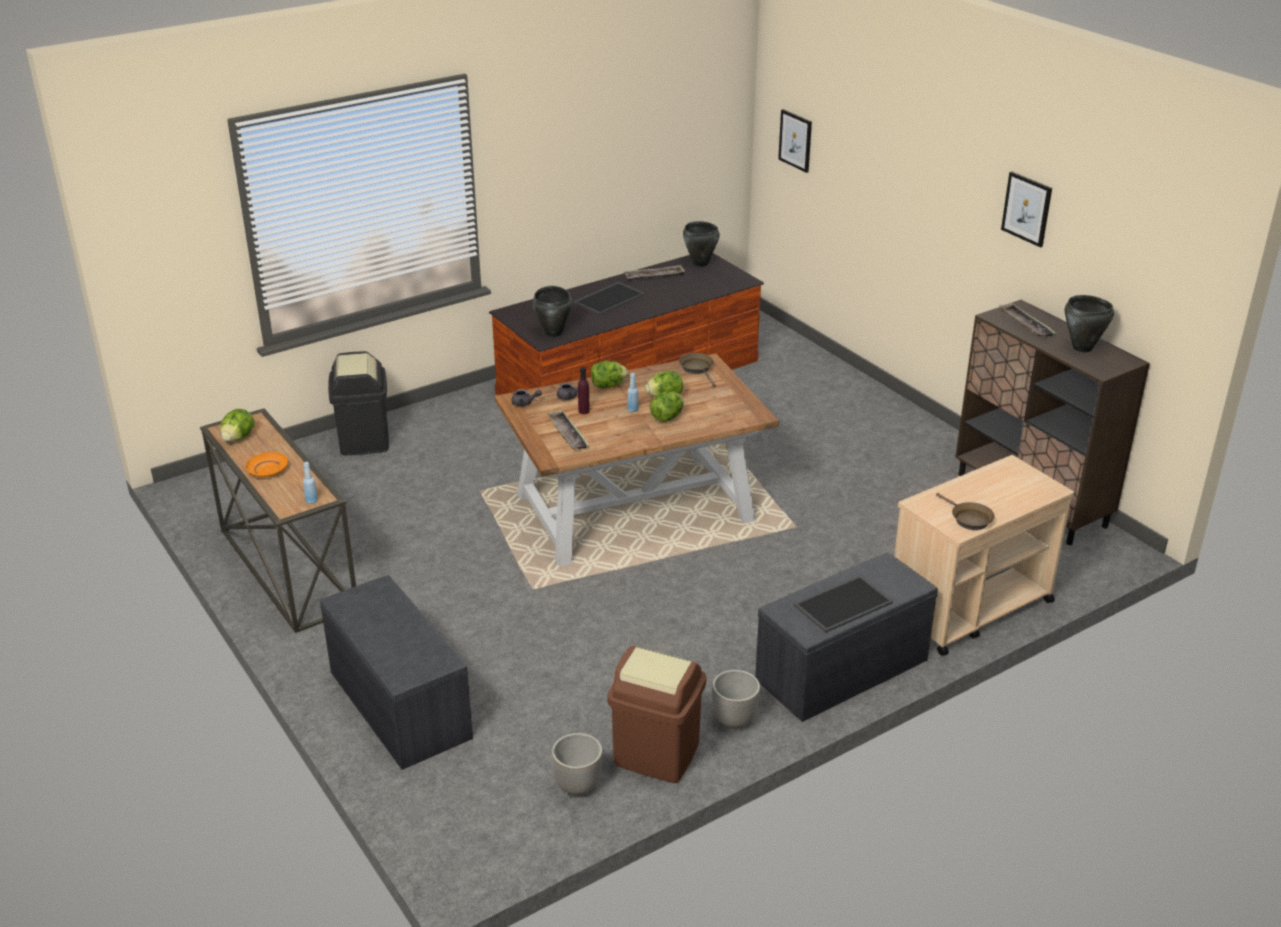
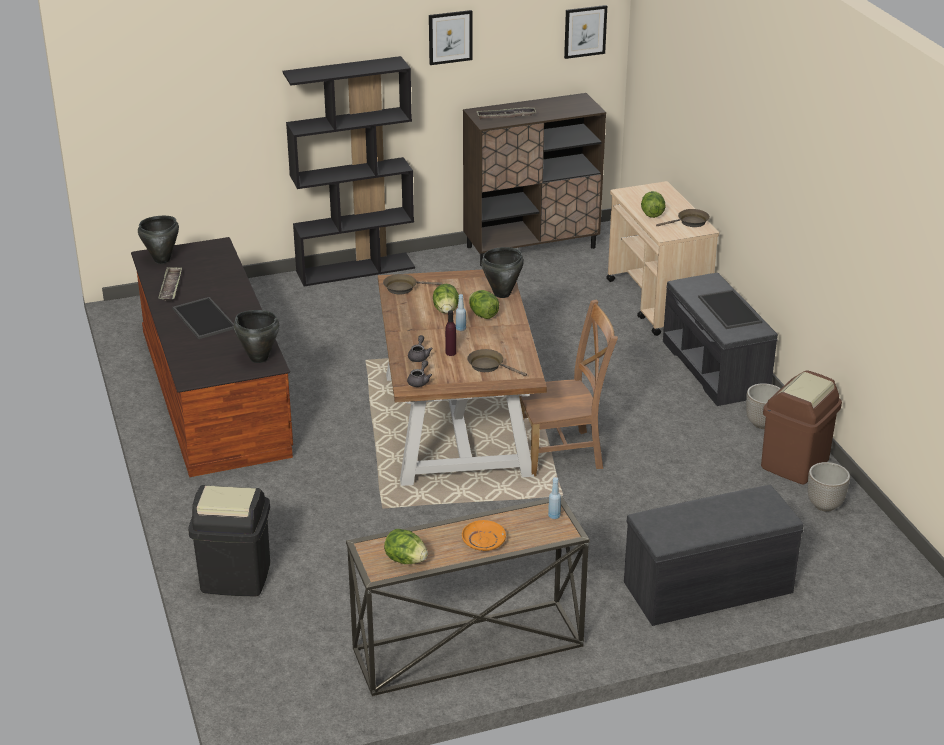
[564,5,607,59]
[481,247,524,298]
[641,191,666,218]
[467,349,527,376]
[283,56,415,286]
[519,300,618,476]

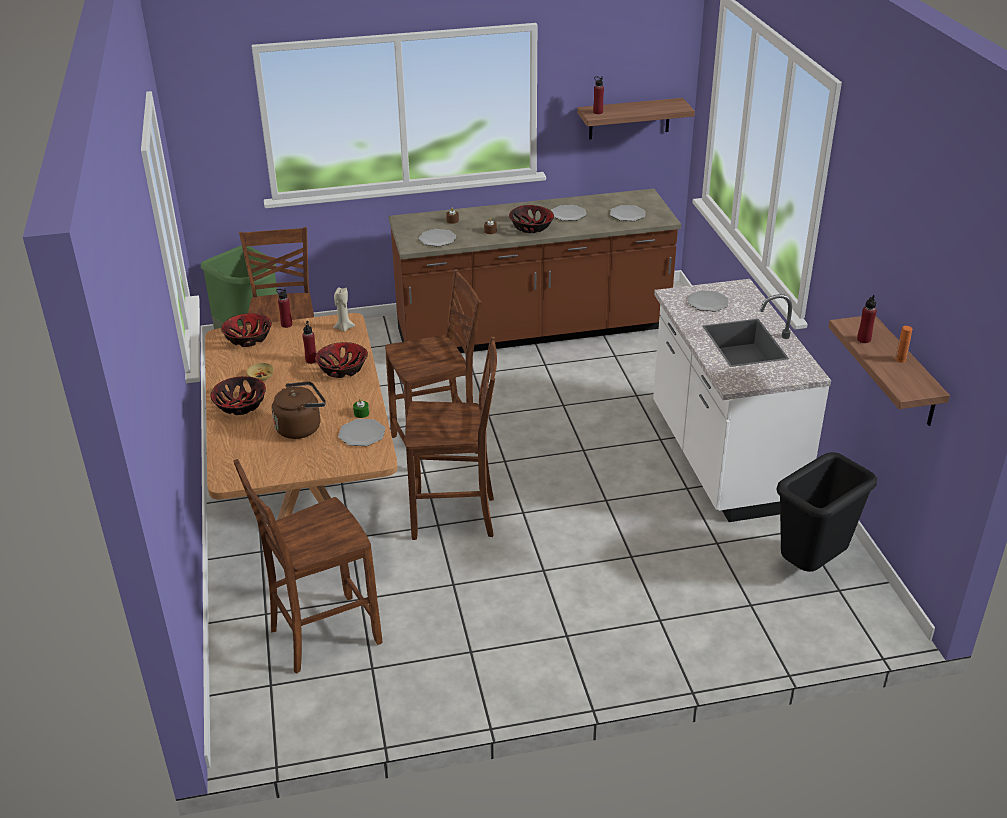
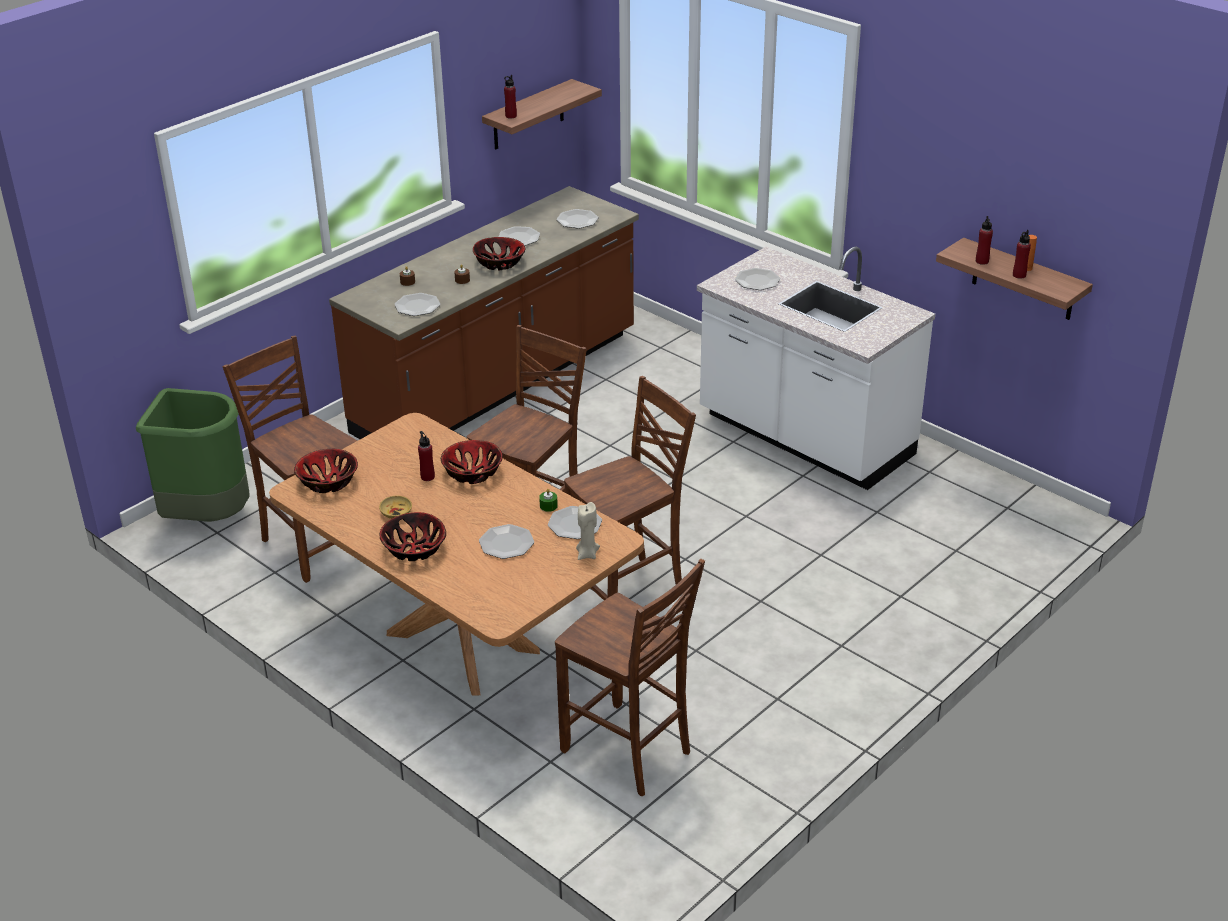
[1013,230,1031,279]
[576,502,600,560]
[479,524,534,559]
[776,452,877,572] (first image)
[555,559,705,796]

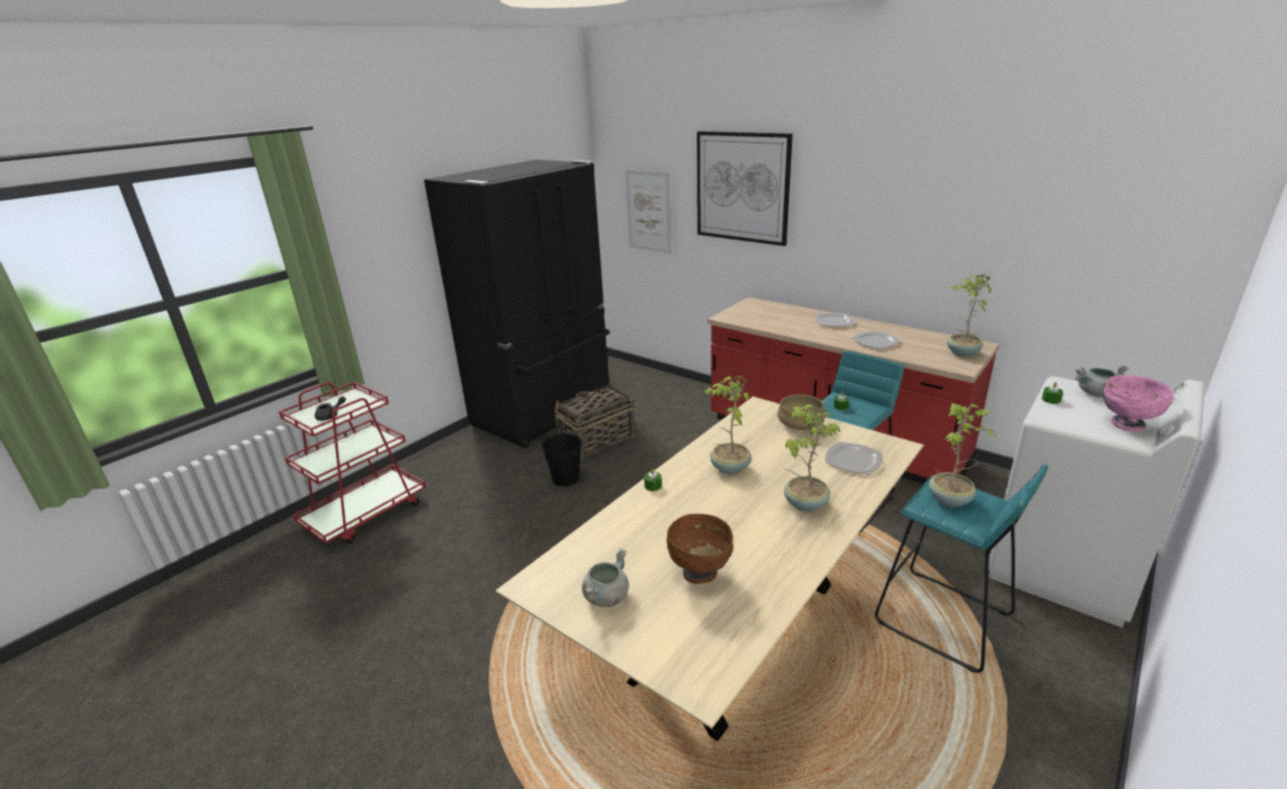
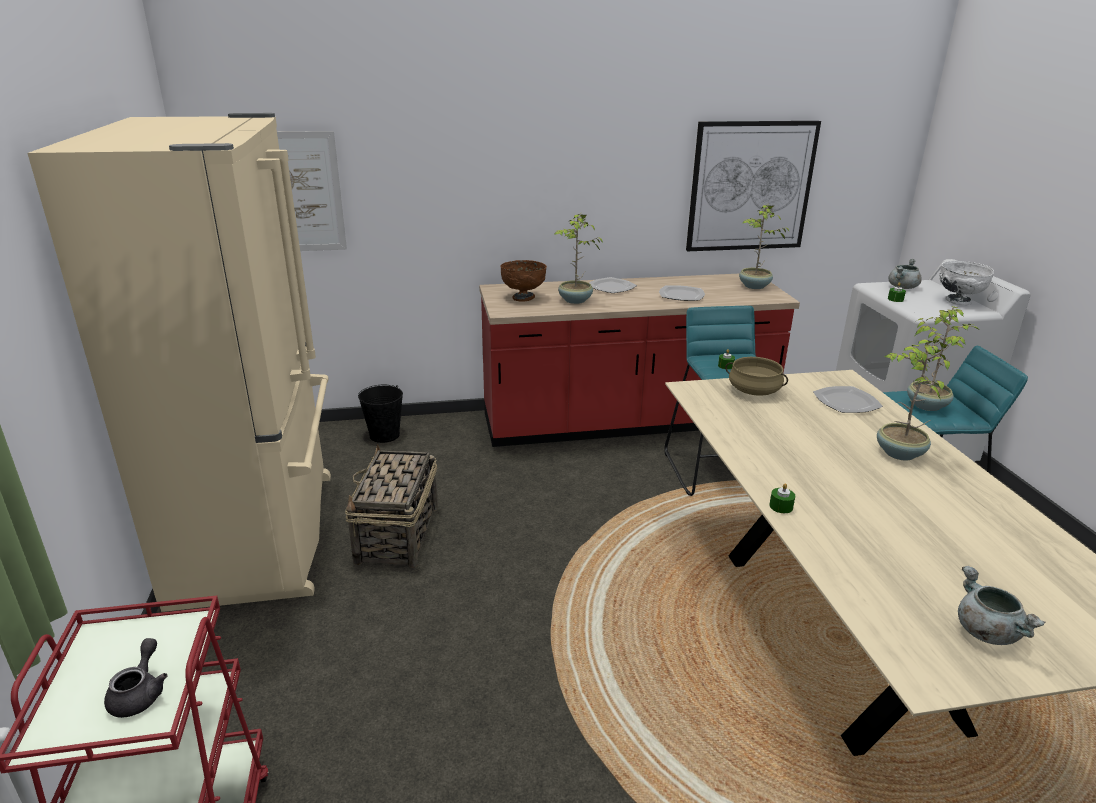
[686,121,821,251]
[27,113,331,612]
[939,261,994,306]
[554,213,603,304]
[358,384,403,443]
[501,260,547,302]

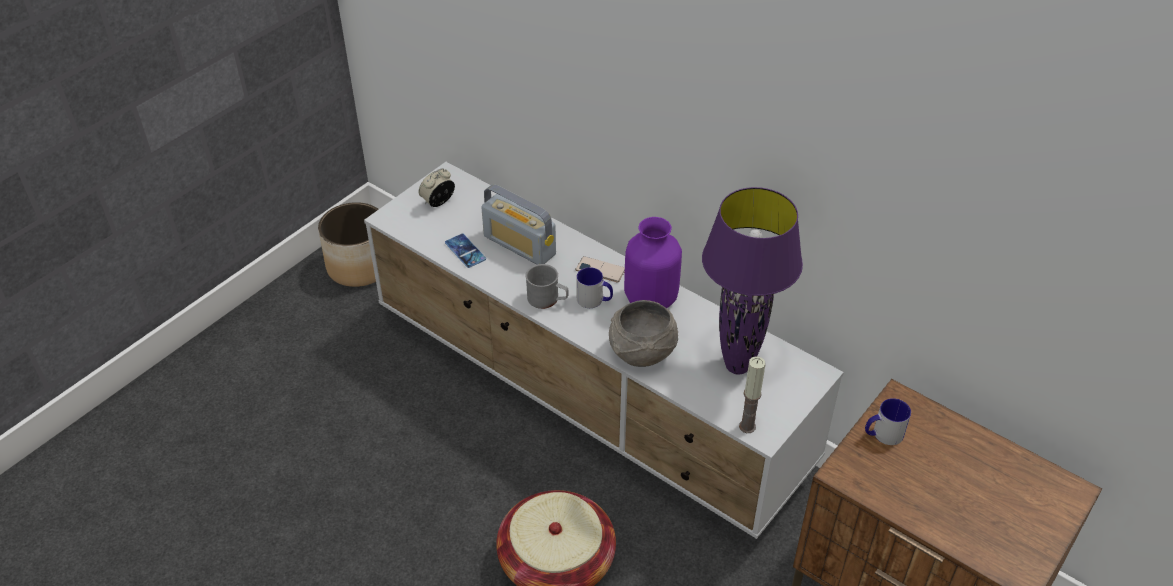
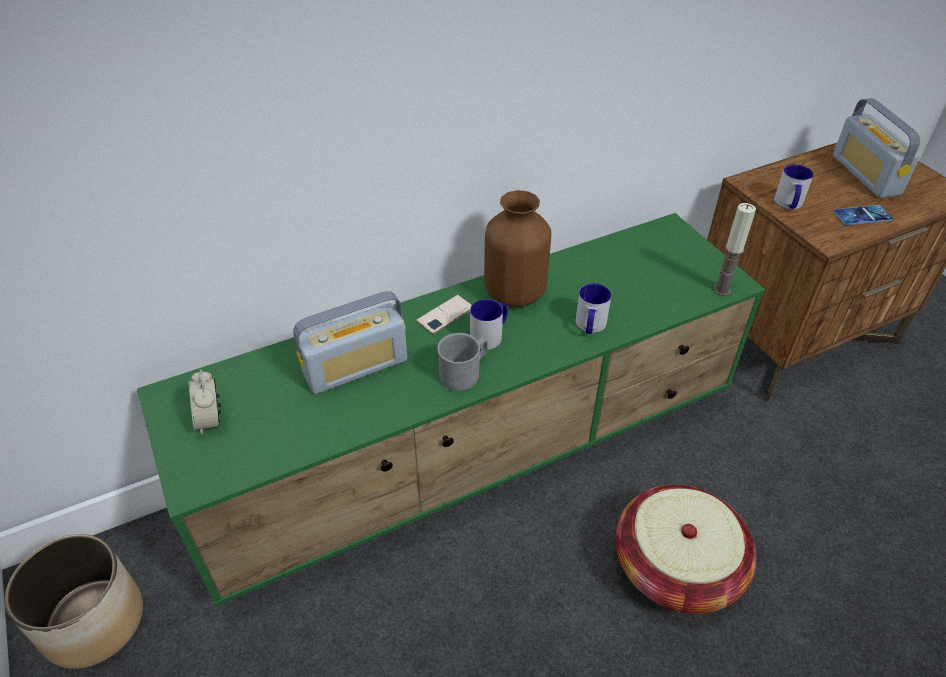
[137,213,765,607]
[702,187,803,374] (first image)
[484,190,551,307]
[833,205,893,225]
[576,283,611,334]
[833,98,920,198]

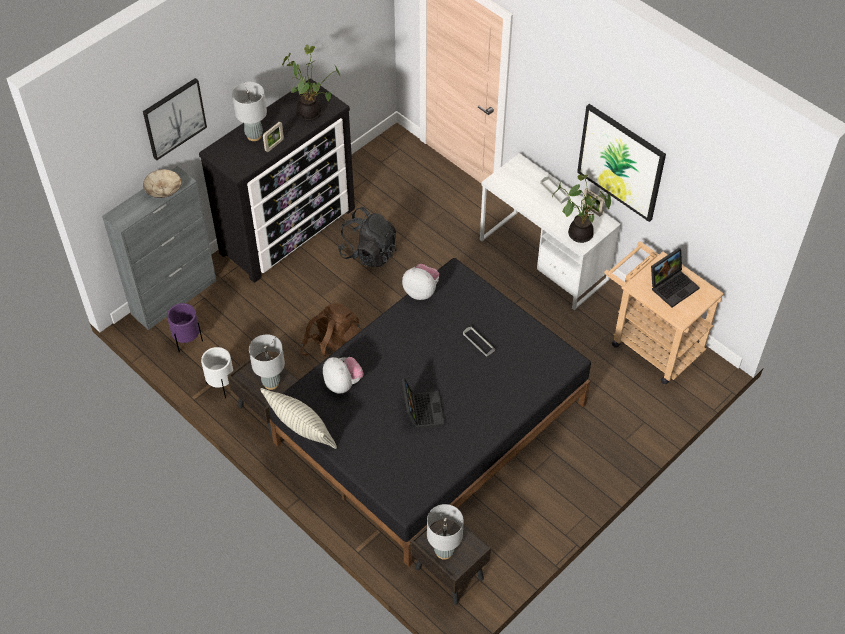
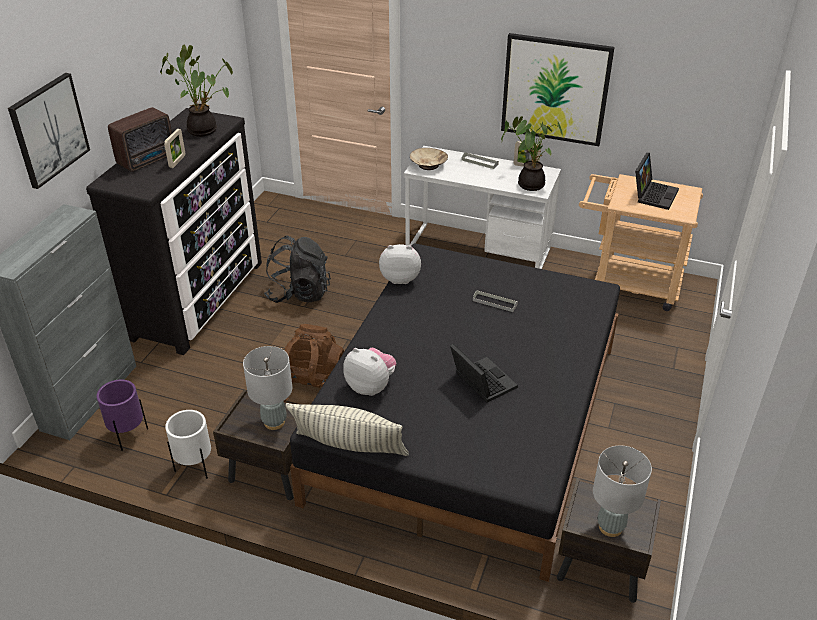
[108,107,172,172]
[410,148,448,170]

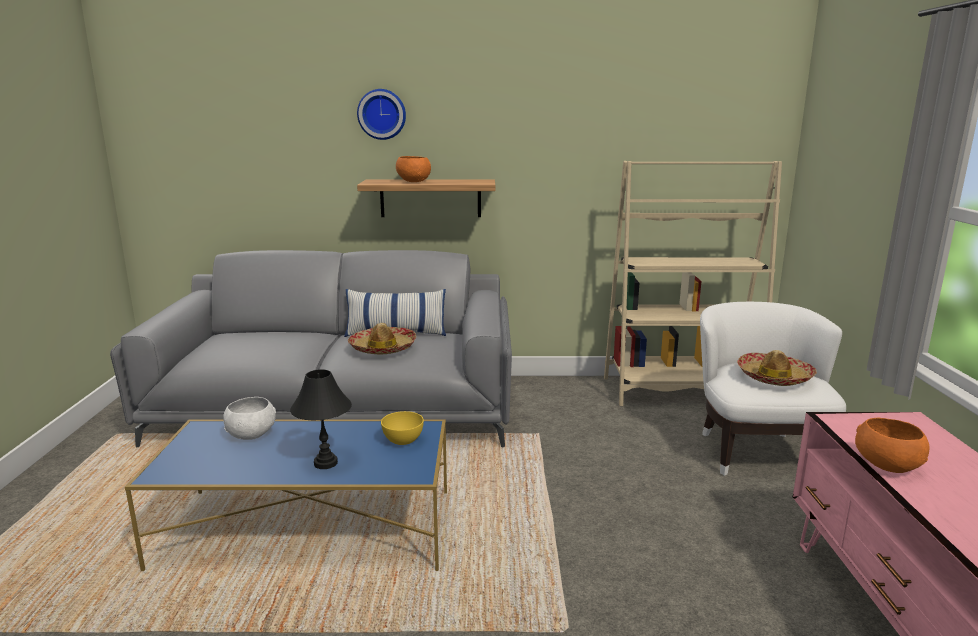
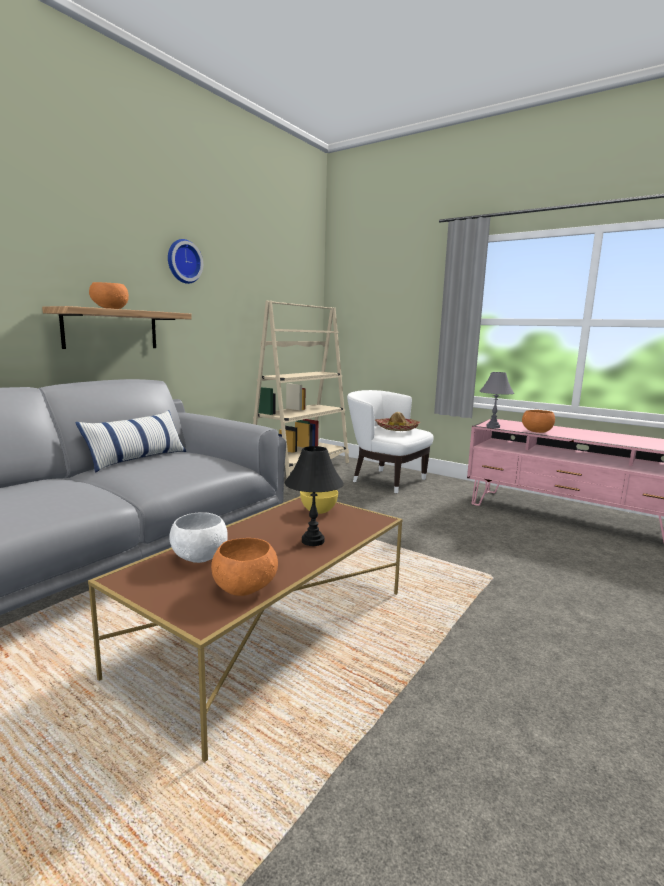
[168,239,203,284]
[348,323,416,354] (first image)
[88,496,403,762]
[479,372,514,428]
[211,538,278,596]

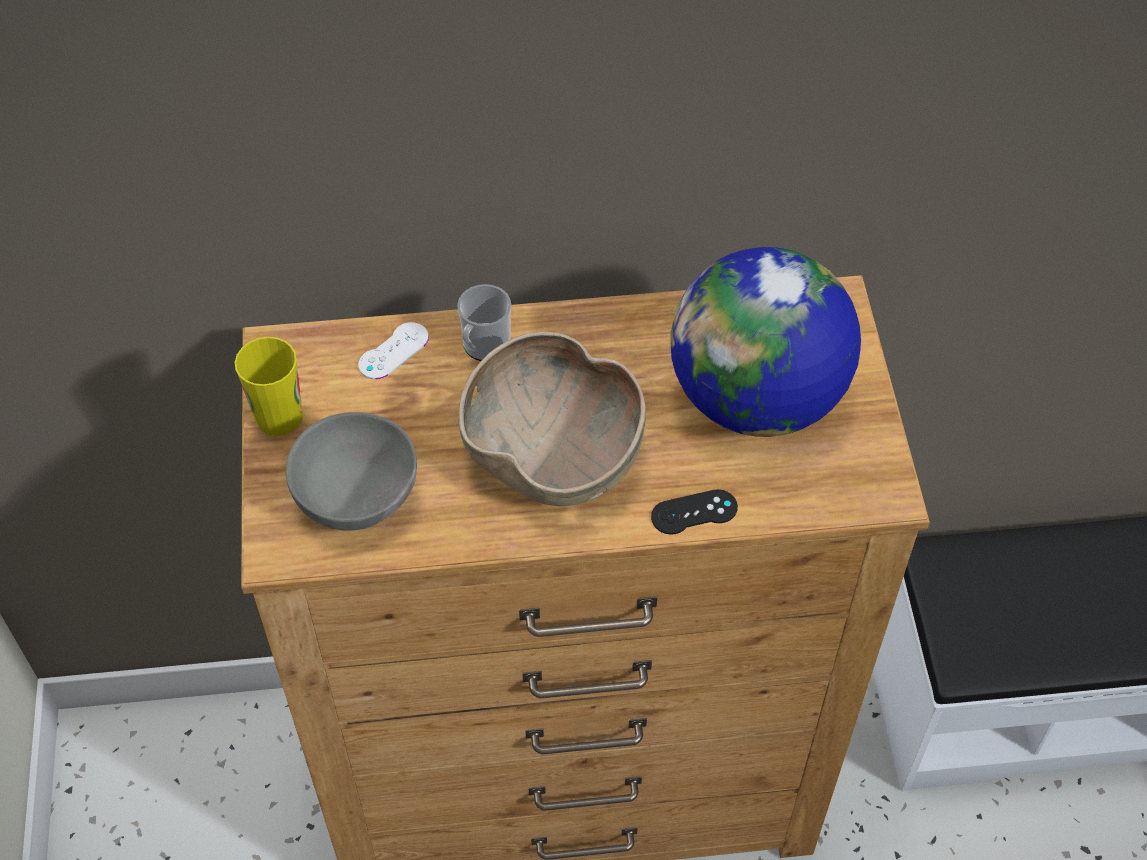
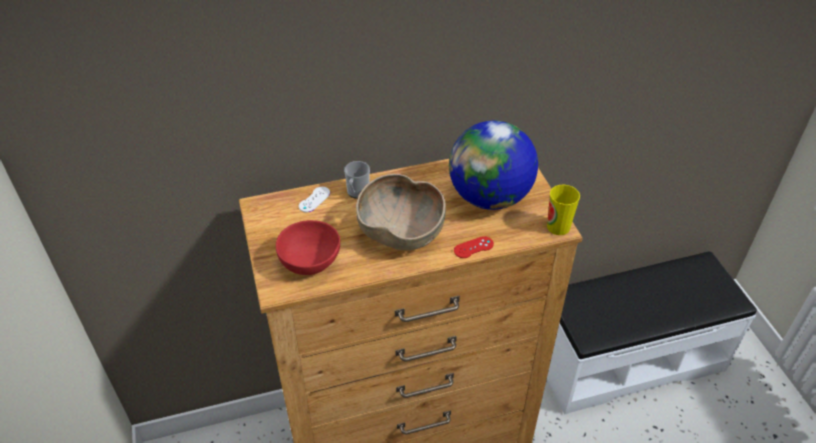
[547,185,580,235]
[276,220,340,275]
[454,236,494,258]

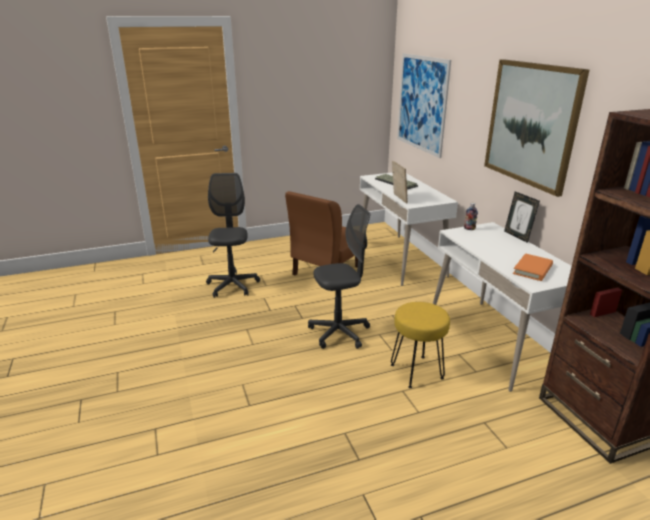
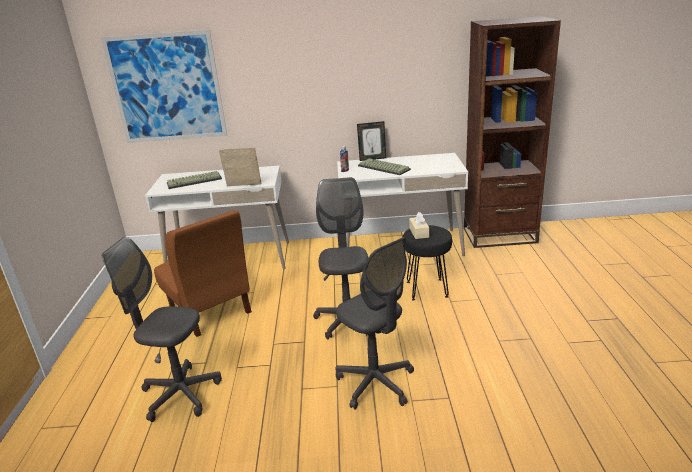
[484,59,589,197] (first image)
[513,253,553,281] (first image)
[403,225,452,301]
[358,158,411,175]
[409,212,429,239]
[335,237,414,410]

